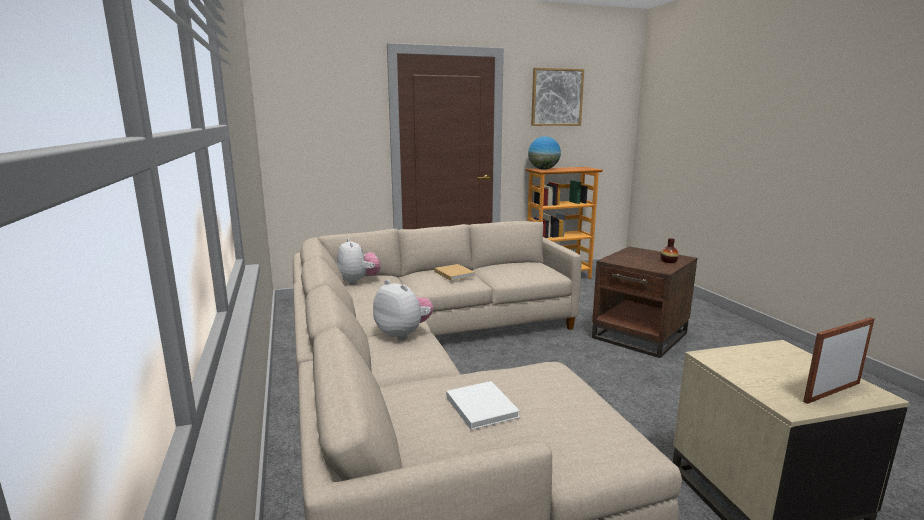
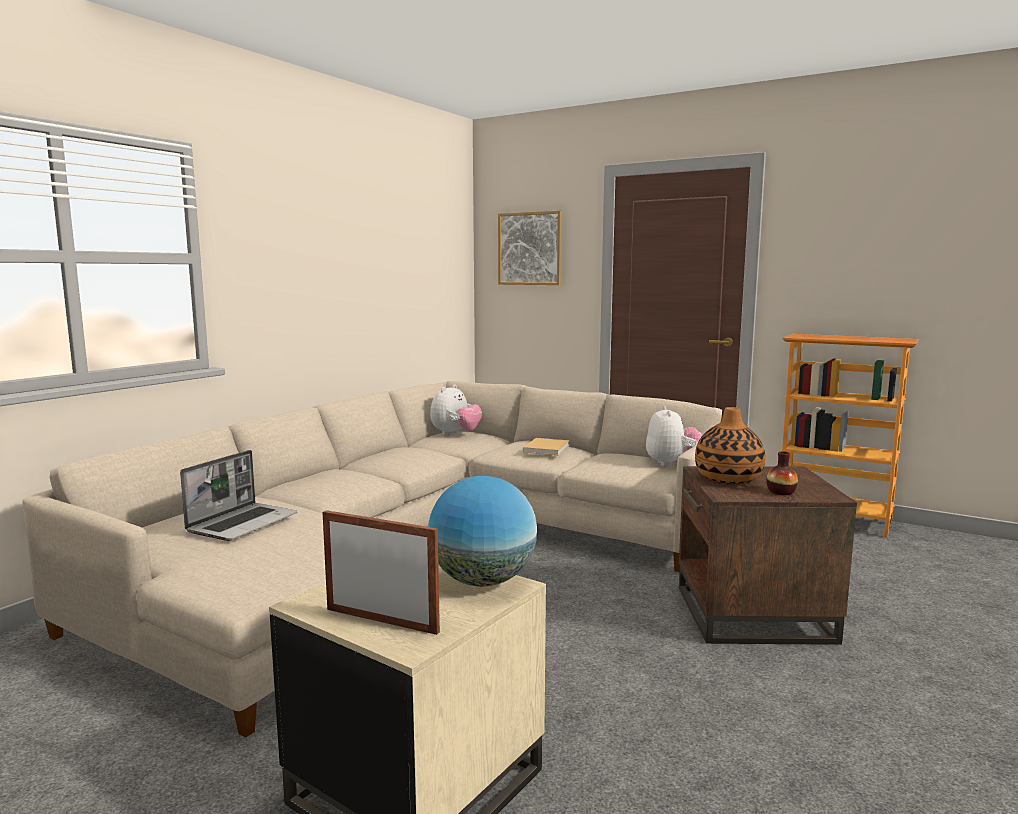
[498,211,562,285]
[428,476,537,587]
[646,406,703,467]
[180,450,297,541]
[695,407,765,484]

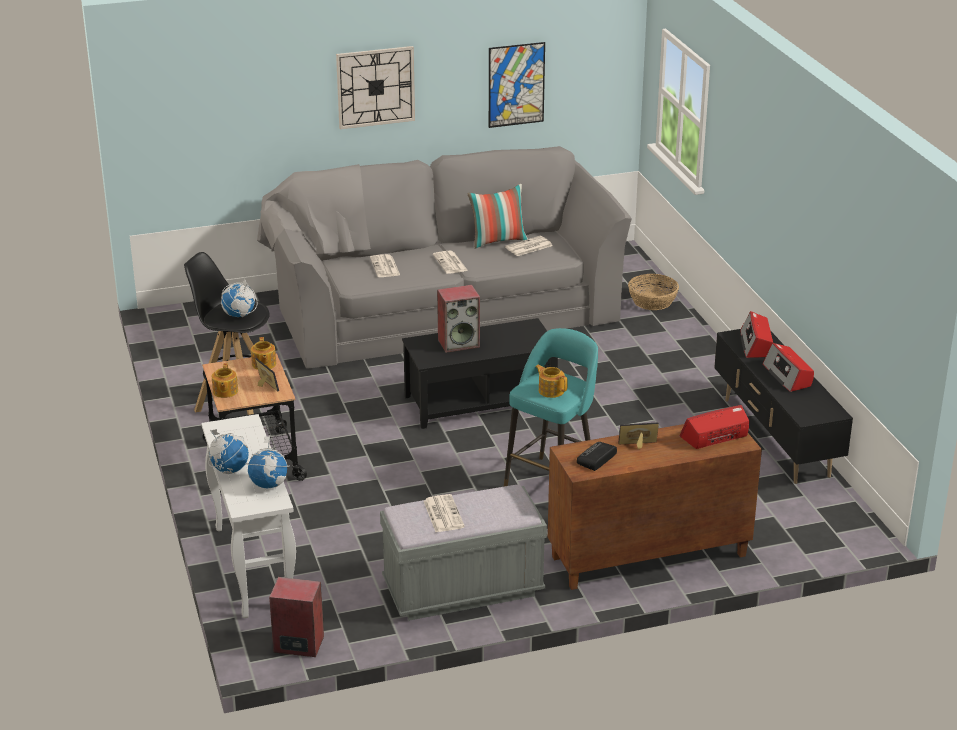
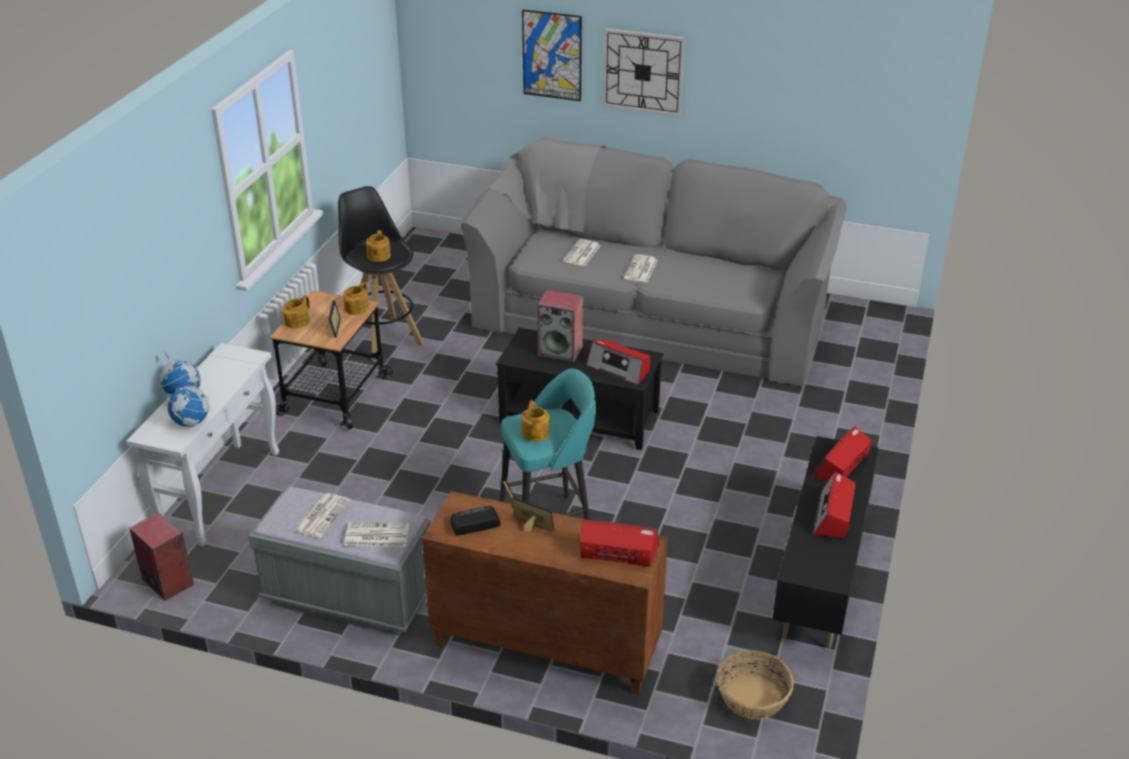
[522,9,582,101]
[467,184,528,249] (first image)
[344,522,409,547]
[716,650,794,720]
[366,230,391,262]
[586,339,651,385]

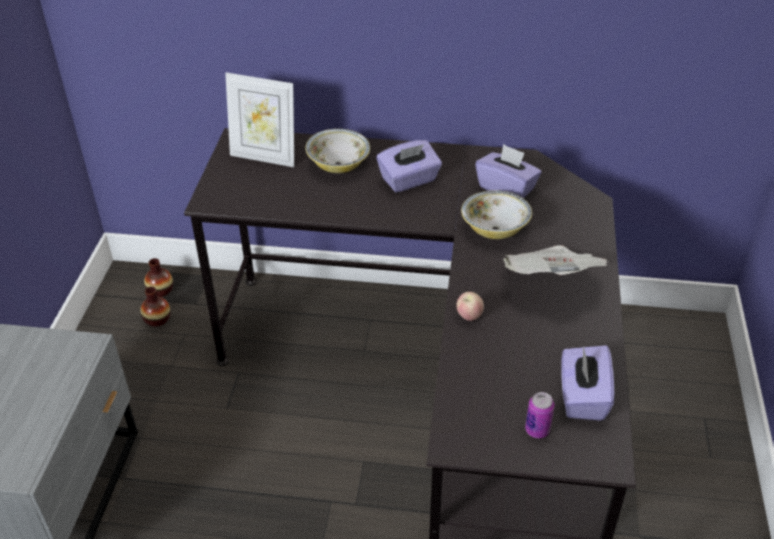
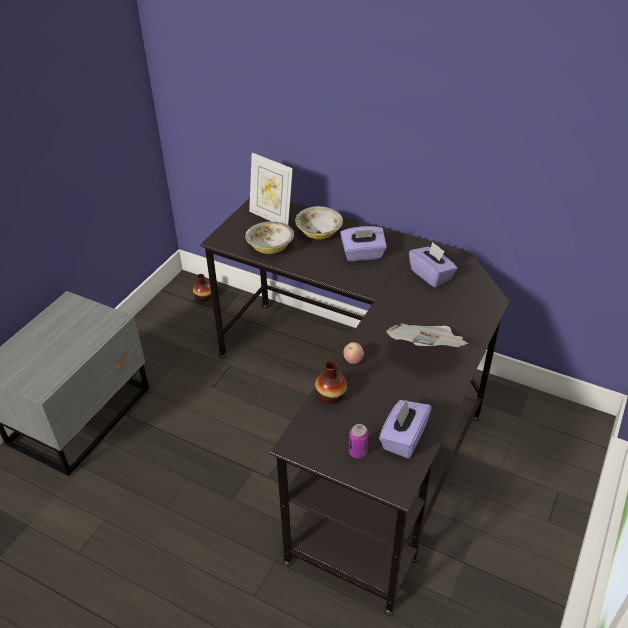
[245,221,294,254]
[315,361,347,404]

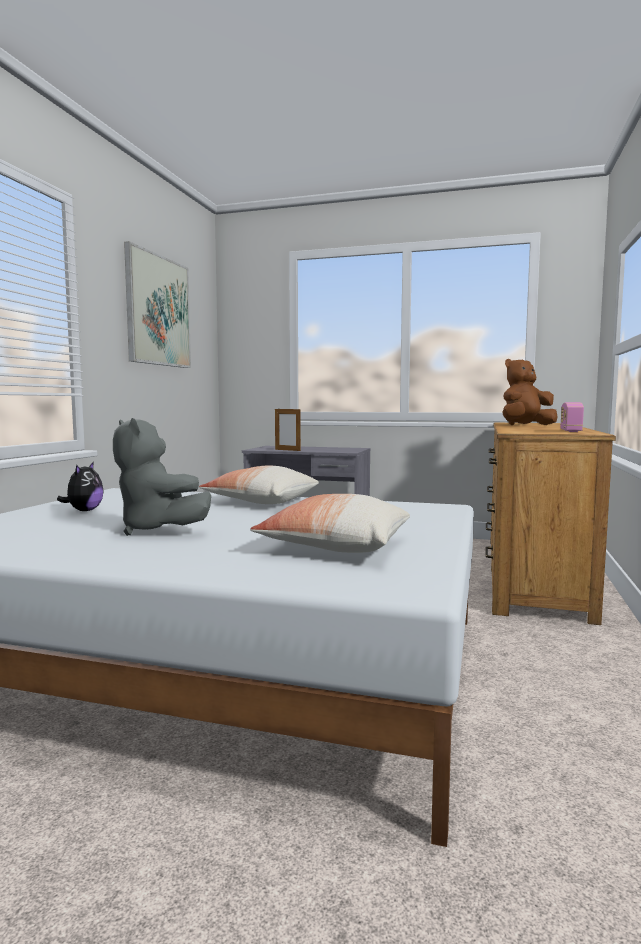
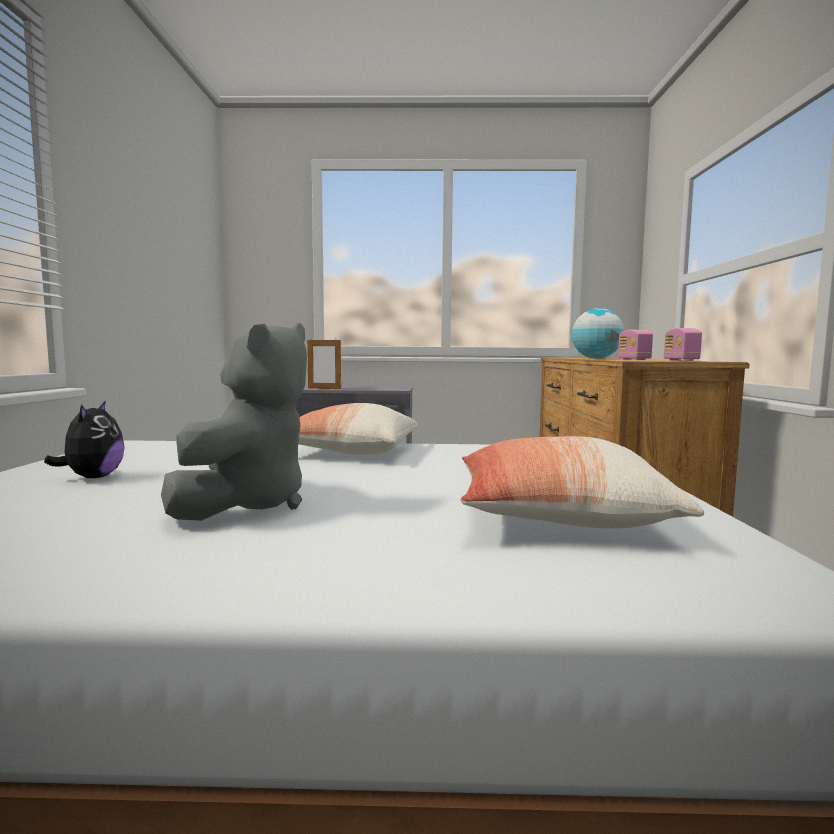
[124,241,191,368] (first image)
[572,308,624,359]
[161,323,307,521]
[618,330,653,360]

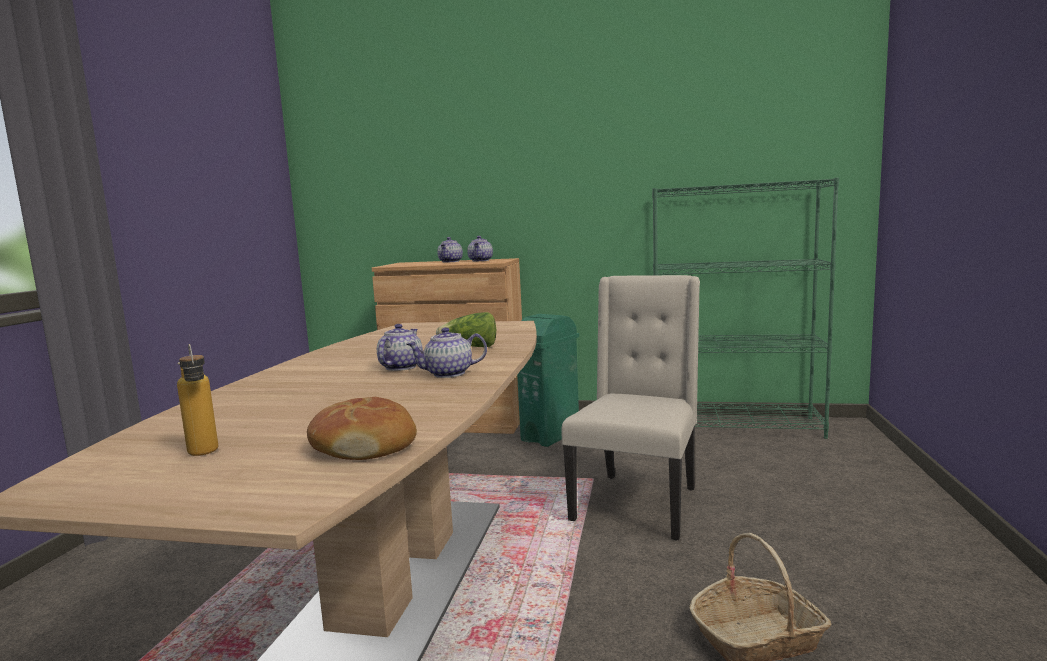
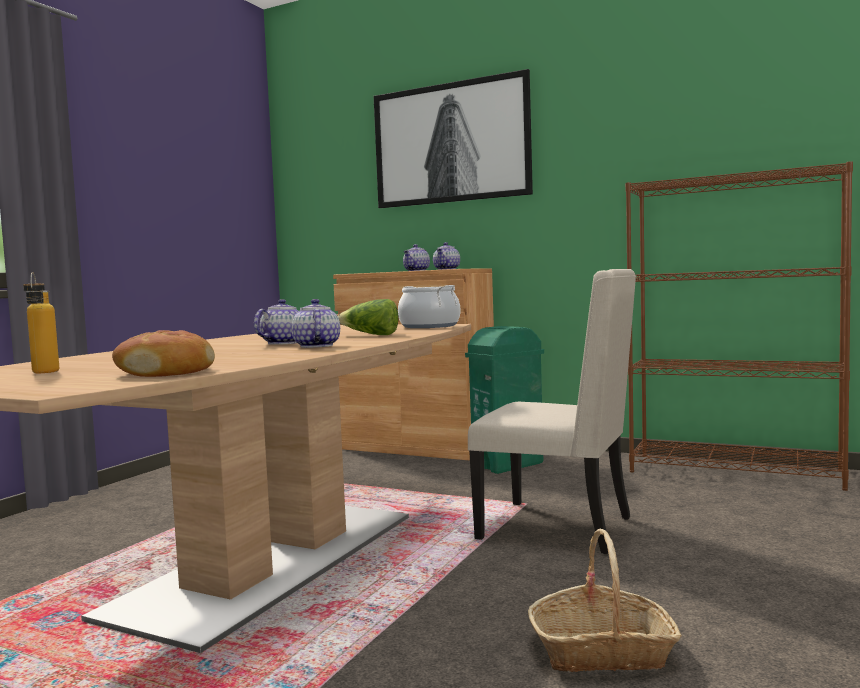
[625,161,853,491]
[468,269,636,554]
[292,299,340,348]
[374,69,533,208]
[398,285,460,328]

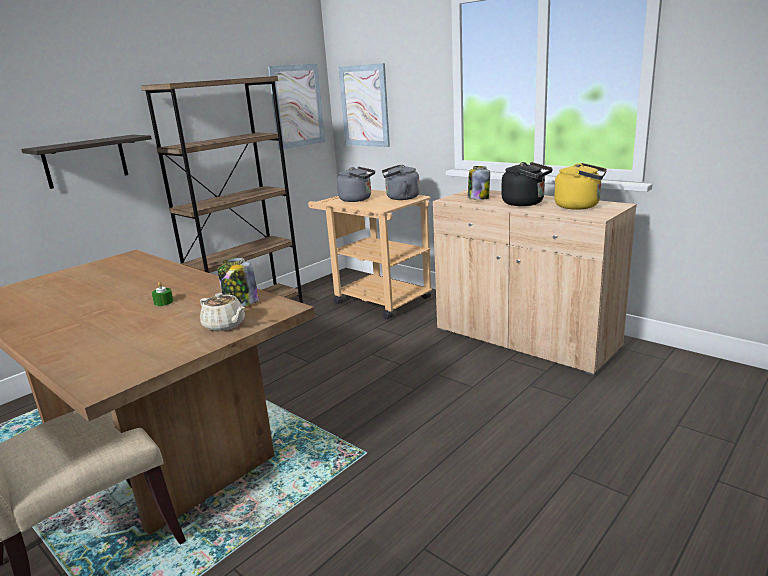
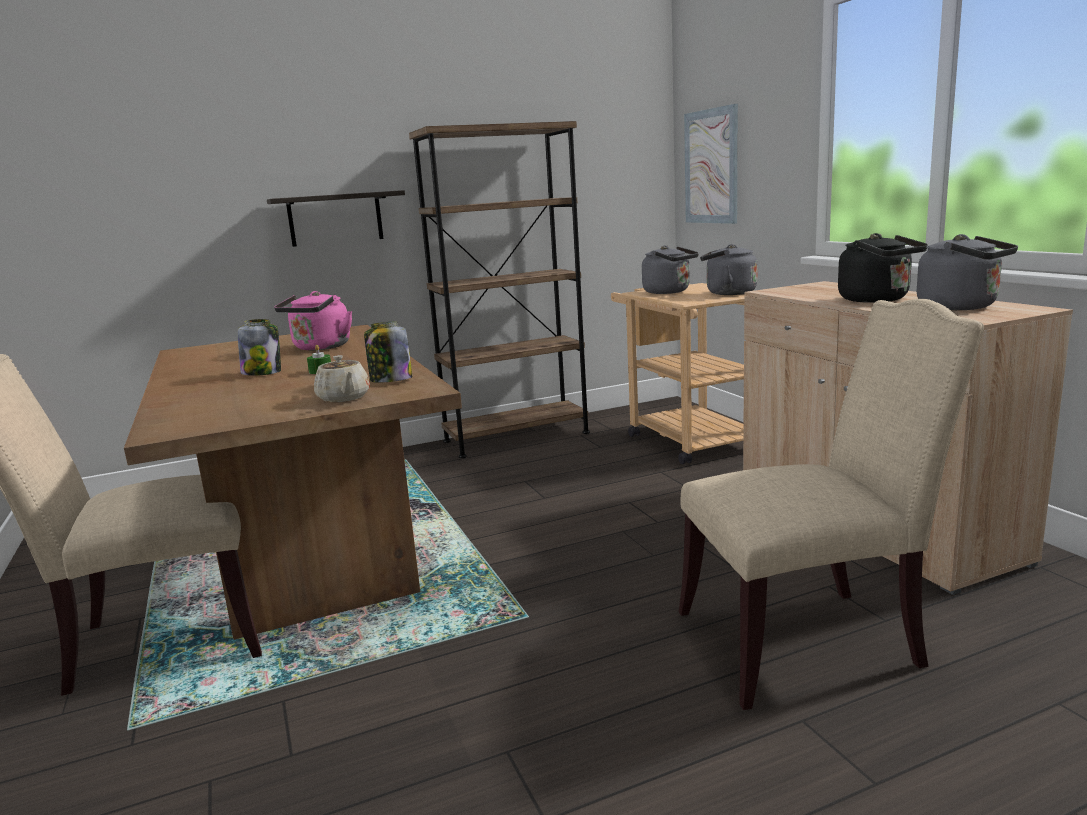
[268,64,325,150] (first image)
[917,234,1018,310]
[238,319,281,376]
[274,291,352,350]
[679,299,984,710]

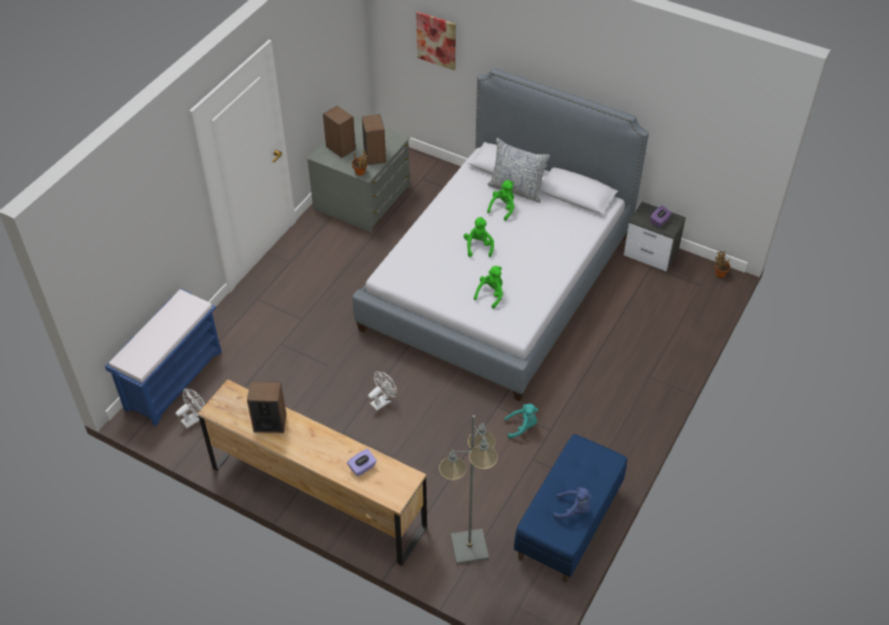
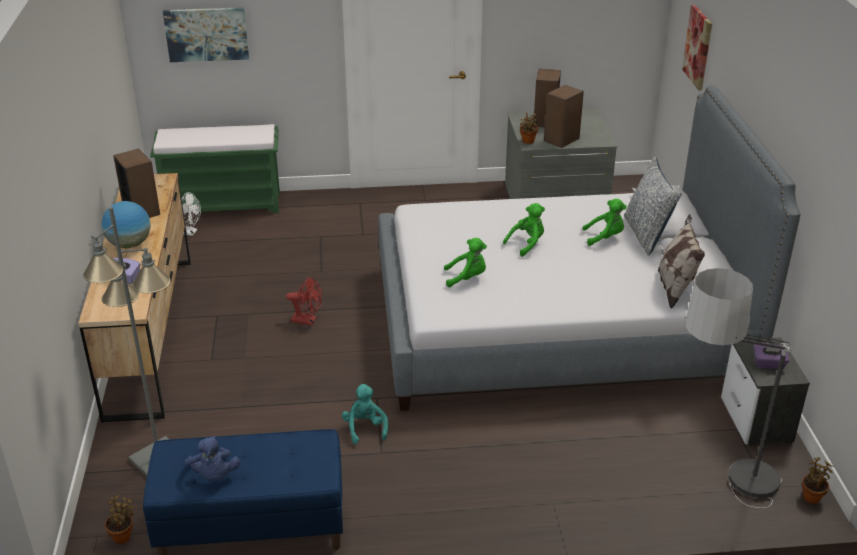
[150,124,280,213]
[286,277,322,325]
[342,384,388,444]
[163,7,249,62]
[101,201,151,248]
[658,214,705,309]
[685,268,791,508]
[105,495,134,544]

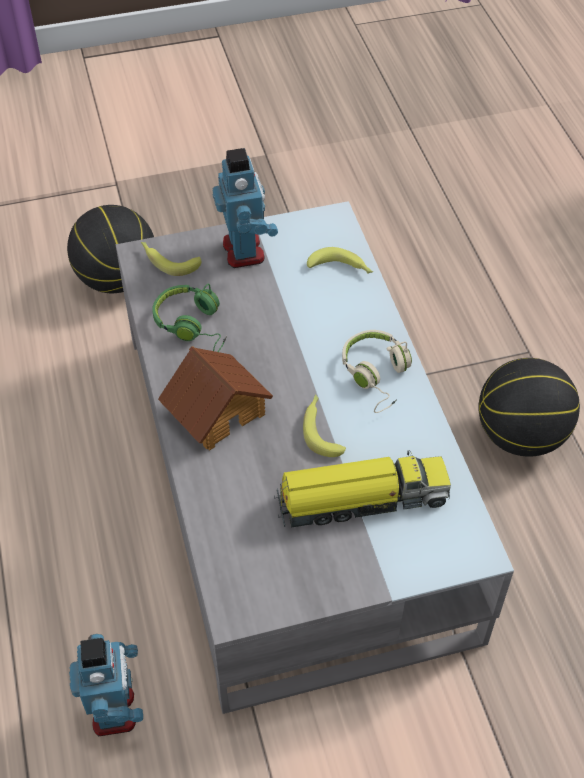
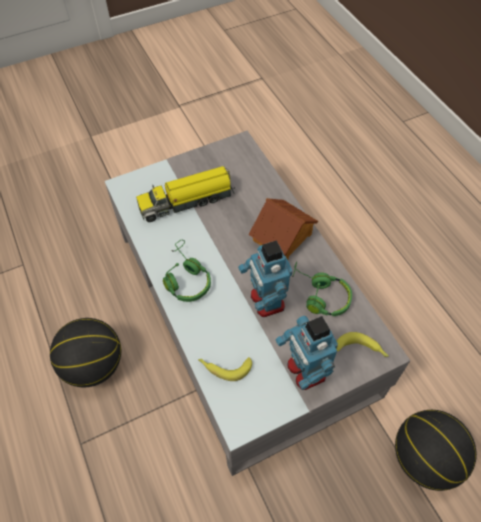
[163,240,211,302]
[303,394,346,457] (first image)
[238,241,293,317]

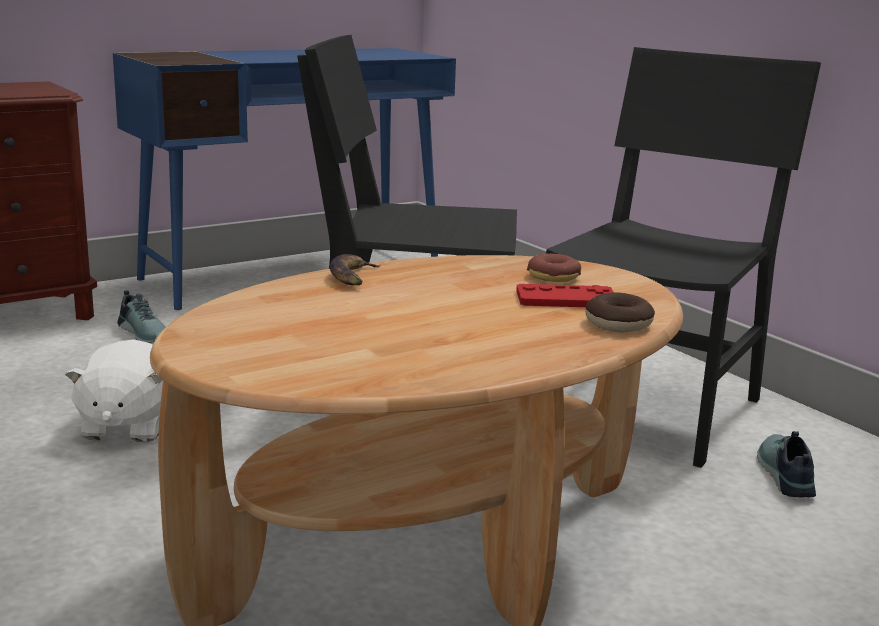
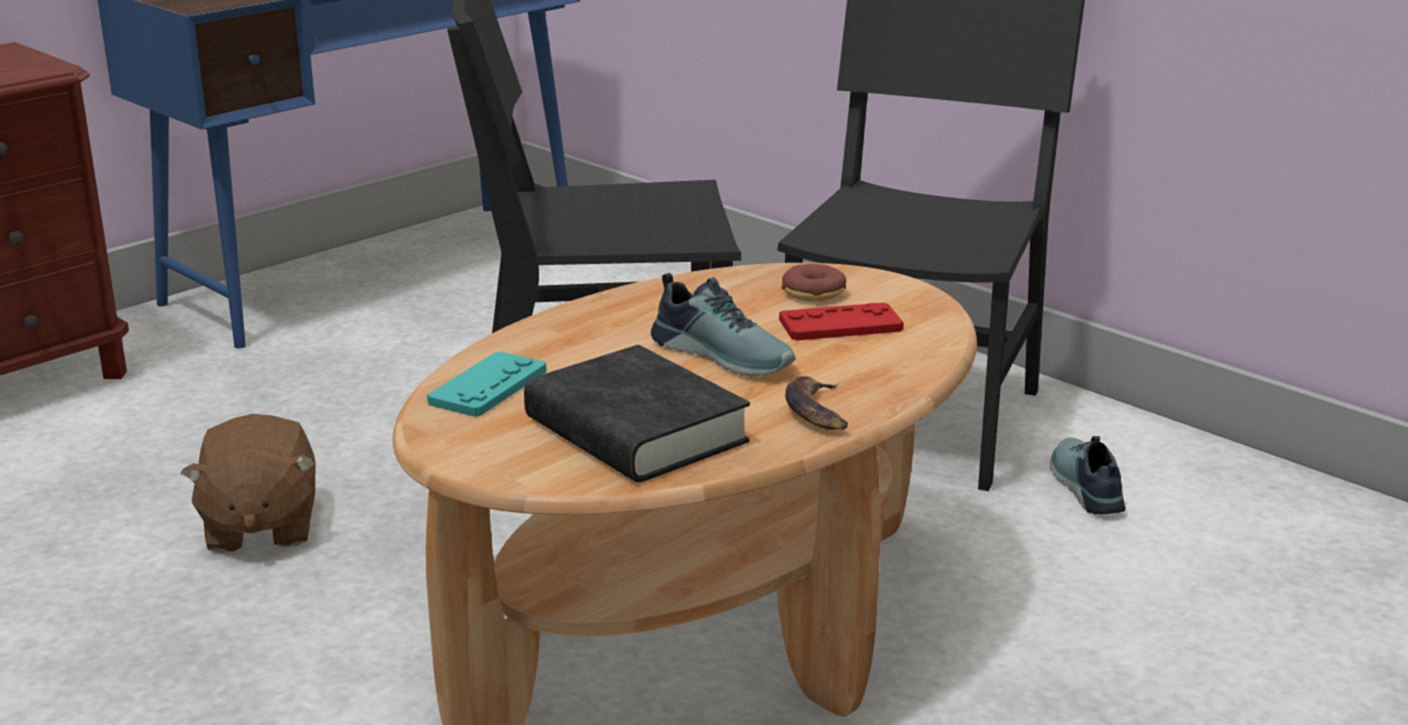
[785,376,848,430]
[651,273,796,377]
[585,292,655,332] (first image)
[181,414,316,553]
[524,345,750,482]
[427,351,547,417]

